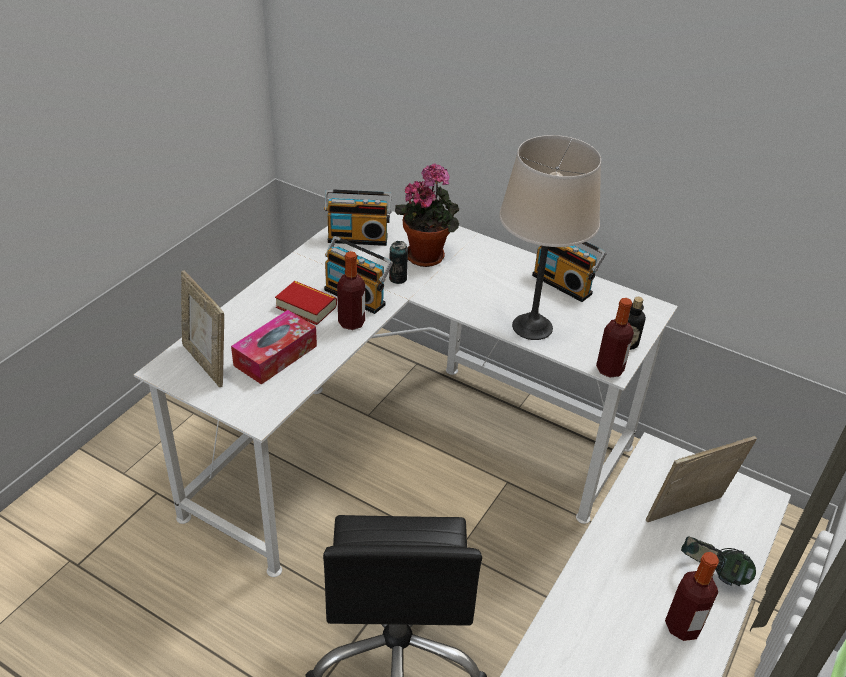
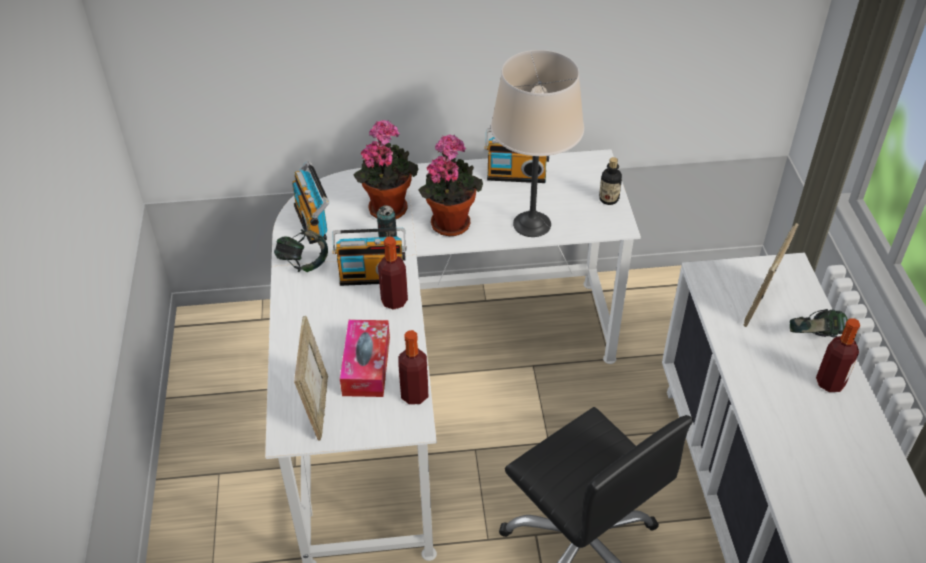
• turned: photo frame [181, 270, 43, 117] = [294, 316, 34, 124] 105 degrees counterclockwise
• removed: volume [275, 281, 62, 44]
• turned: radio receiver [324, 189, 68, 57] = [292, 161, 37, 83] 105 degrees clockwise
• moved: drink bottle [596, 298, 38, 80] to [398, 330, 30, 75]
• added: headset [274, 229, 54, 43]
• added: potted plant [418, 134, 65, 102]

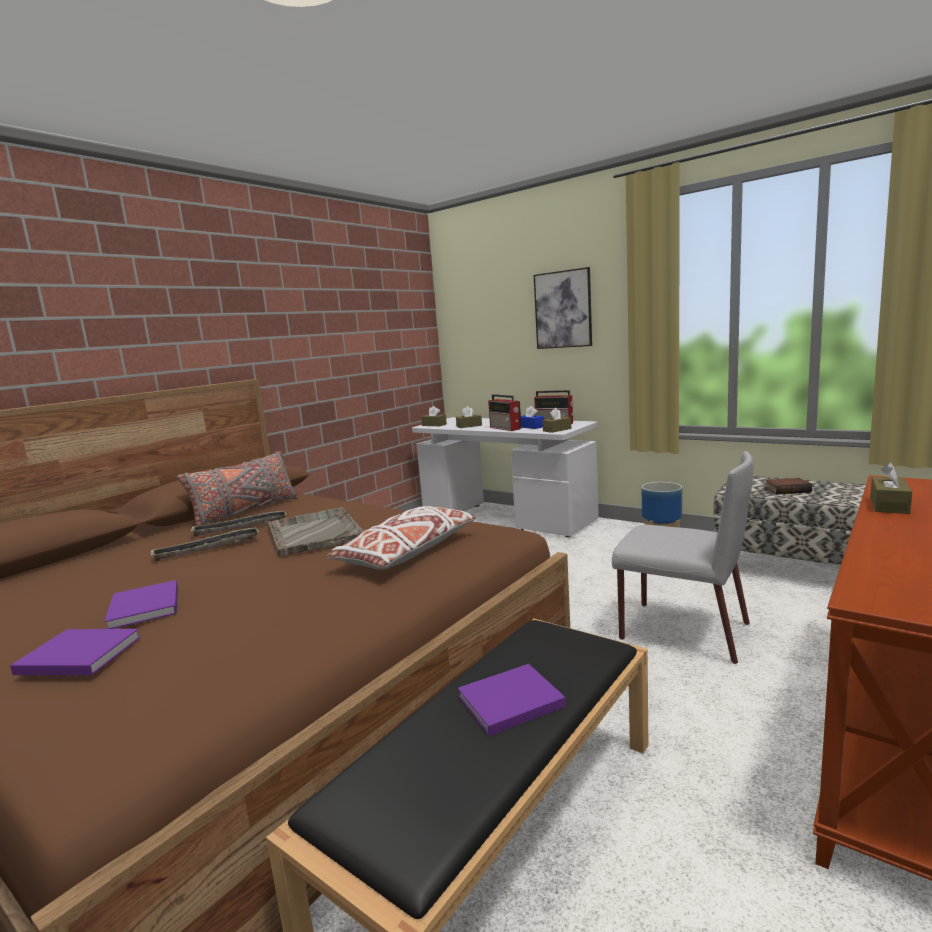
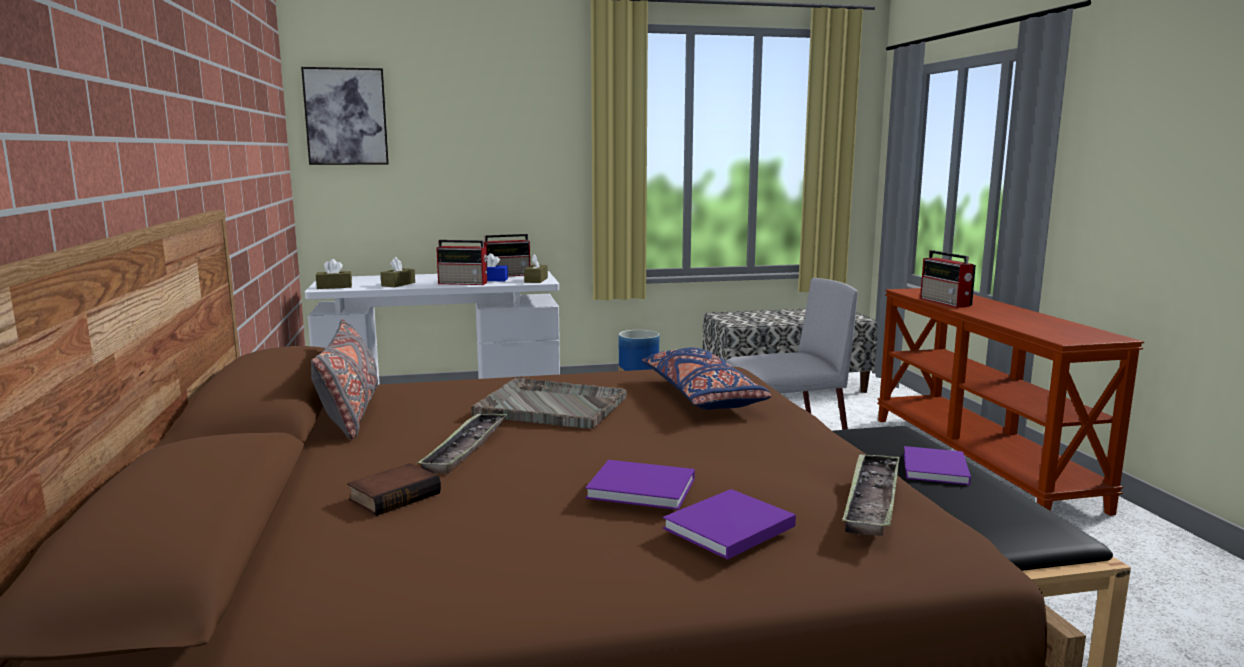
• moved: carrying tray [190, 511, 96, 26] to [842, 453, 58, 83]
• recoloured: white-coloured pillow [326, 506, 151, 64] to blue pillow [642, 348, 129, 62]
• moved: wall picture [534, 267, 58, 82] to [301, 67, 88, 98]
• moved: volume [765, 478, 47, 17] to [347, 463, 94, 53]
• replaced: brown-coloured tissue box [870, 462, 42, 52] to radio receiver [920, 250, 56, 58]

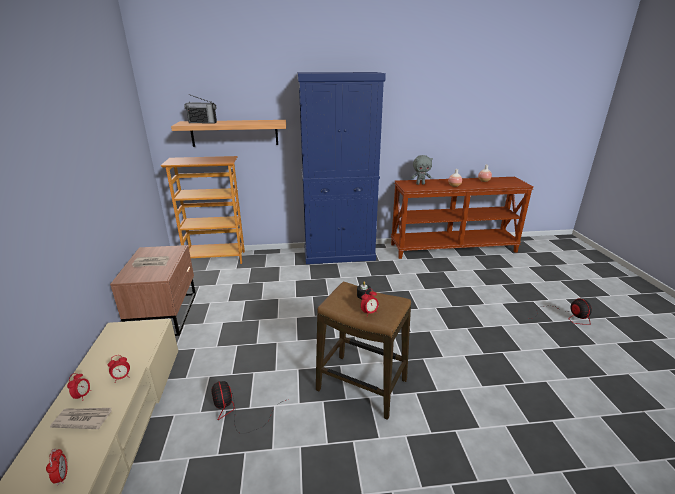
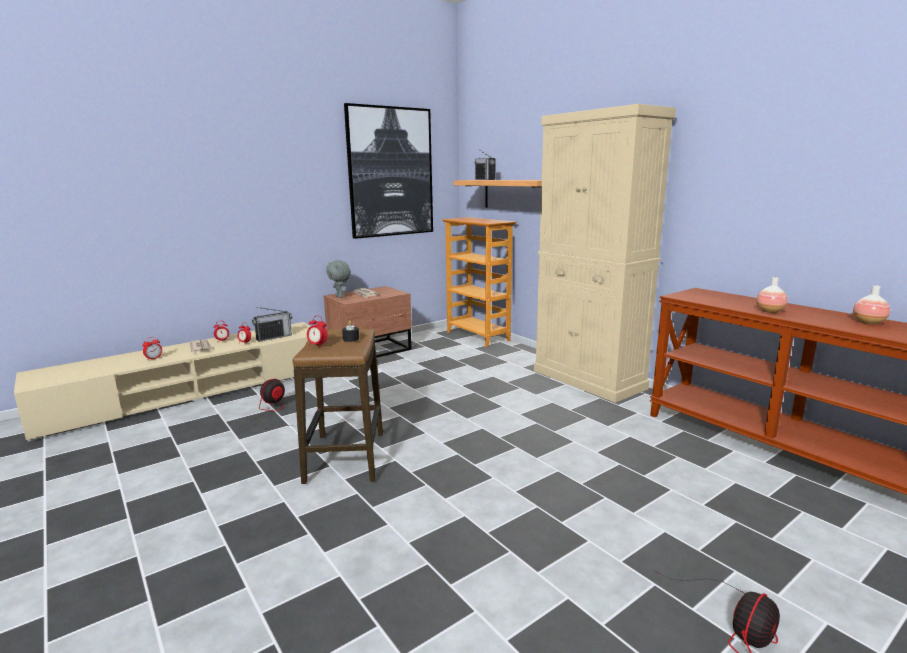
• recoloured: blue cupboard [297, 72, 89, 192] to sand-coloured cupboard [534, 104, 142, 299]
• moved: greyish plush toy [411, 155, 22, 30] to [326, 260, 25, 38]
• added: radio receiver [252, 307, 40, 35]
• added: wall picture [344, 103, 89, 136]

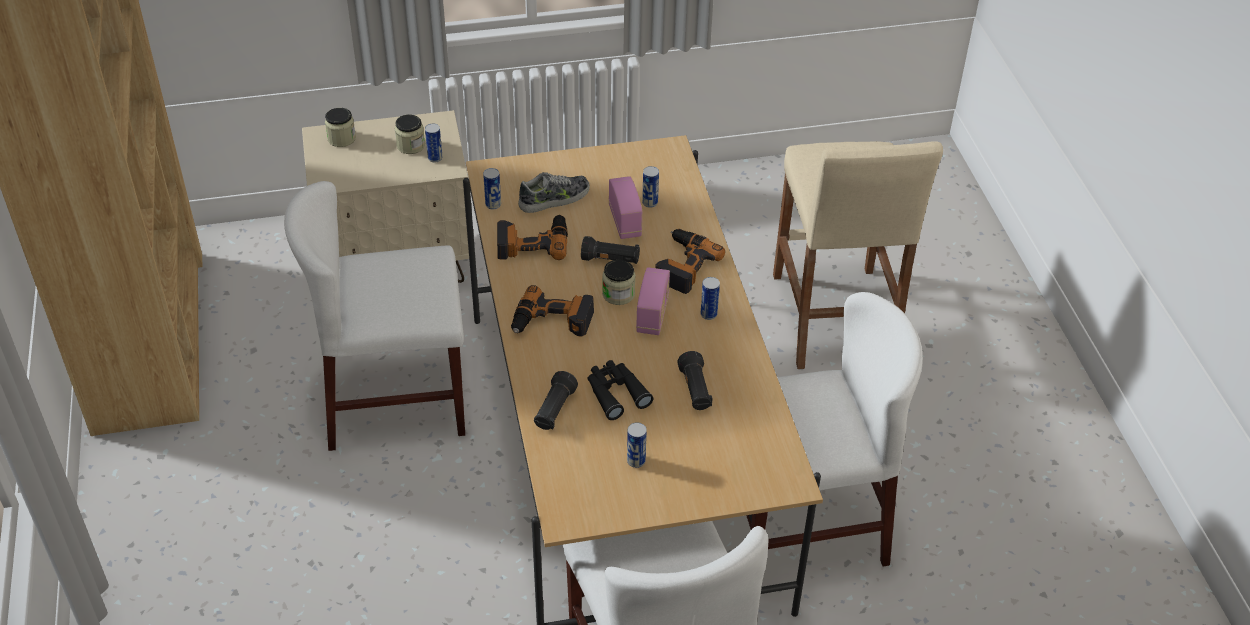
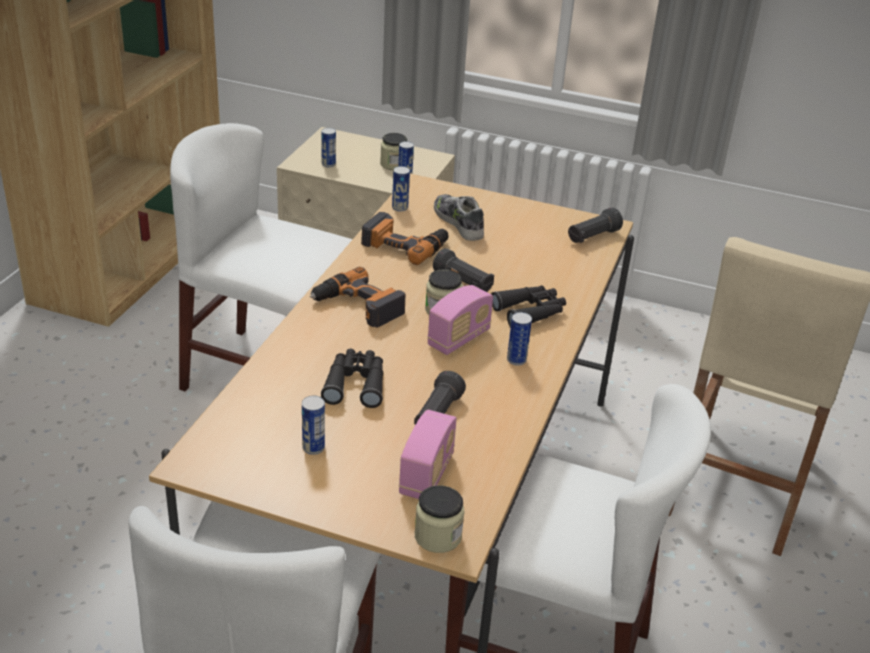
• moved: storage jar [325, 108, 31, 39] to [415, 485, 50, 68]
• turned: low shoe [518, 172, 72, 41] = [434, 194, 50, 47] 120 degrees counterclockwise
• moved: blackish torch [534, 371, 44, 59] to [568, 207, 55, 36]
• moved: radio receiver [608, 176, 34, 63] to [399, 410, 57, 89]
• moved: metal can [642, 166, 17, 42] to [322, 128, 14, 39]
• replaced: electric drill [655, 229, 70, 65] to blackish pair of binoculars [491, 285, 75, 43]

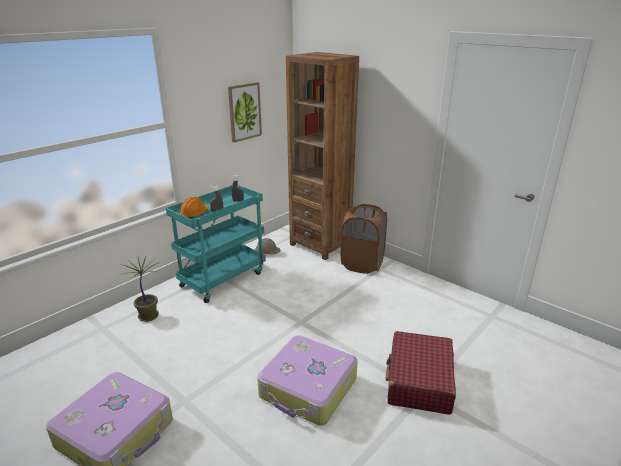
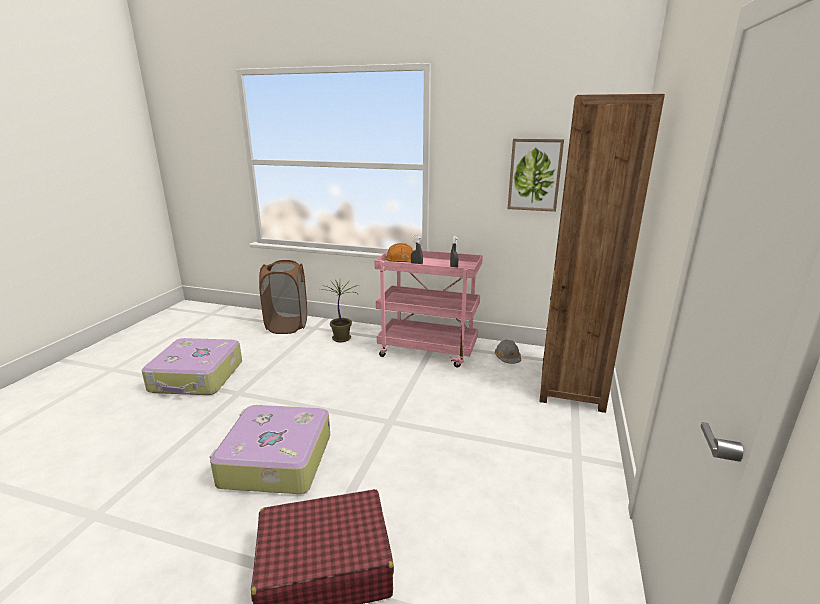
• recoloured: blue-green trolley [166, 185, 100, 118] to pink trolley [374, 250, 109, 118]
• moved: brown-coloured washing basket [341, 204, 46, 70] to [259, 260, 48, 74]

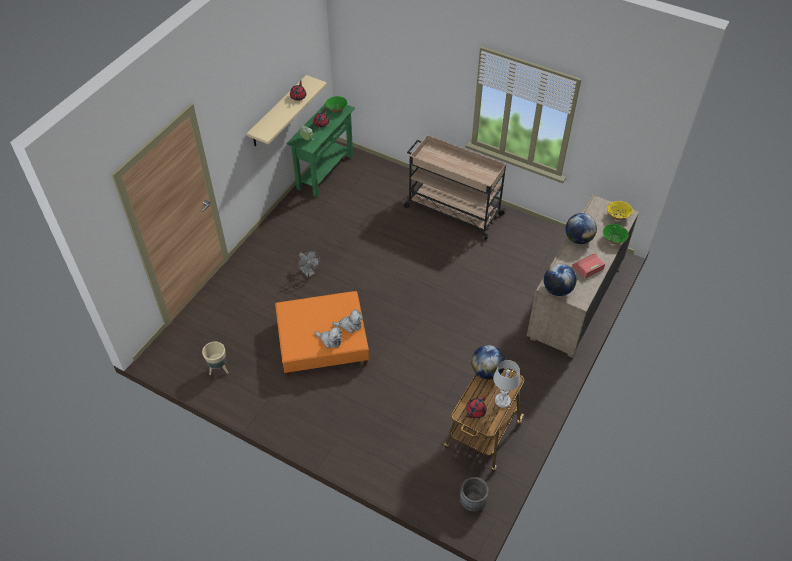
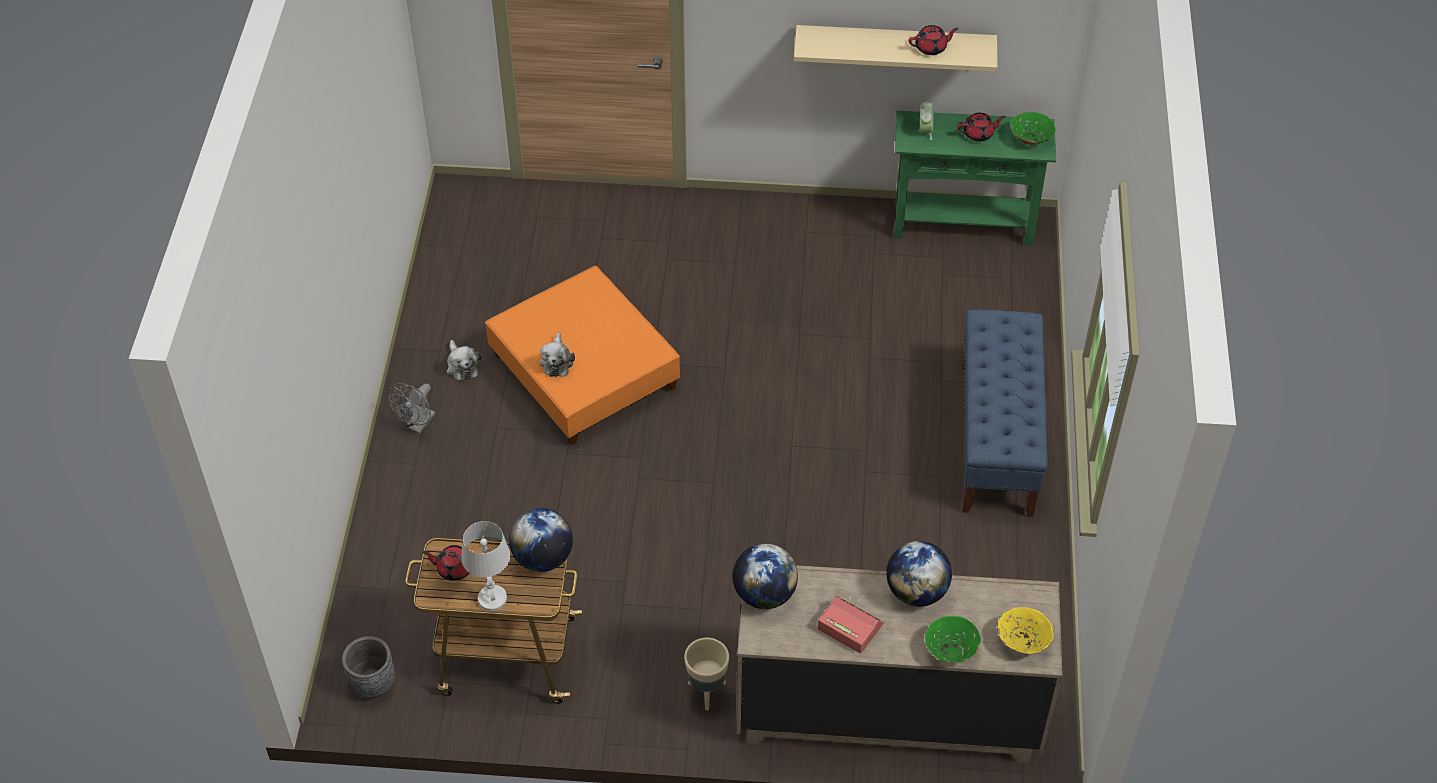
• moved: sand-coloured flower pot [202, 342, 27, 33] to [684, 638, 45, 73]
• moved: greyish fan [298, 251, 22, 27] to [388, 383, 47, 51]
• moved: plush toy [332, 309, 31, 24] to [447, 340, 34, 41]
• replaced: sand-coloured trolley [404, 135, 102, 105] to blue indoor bench [962, 310, 86, 207]

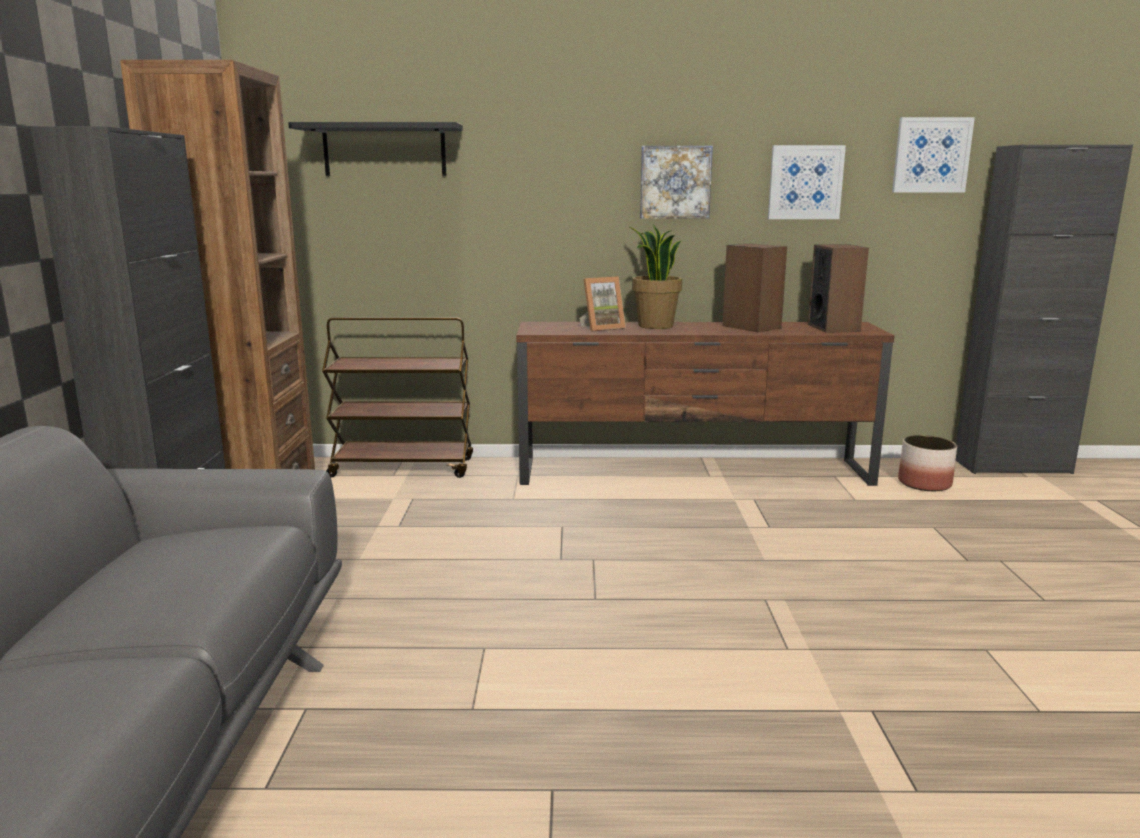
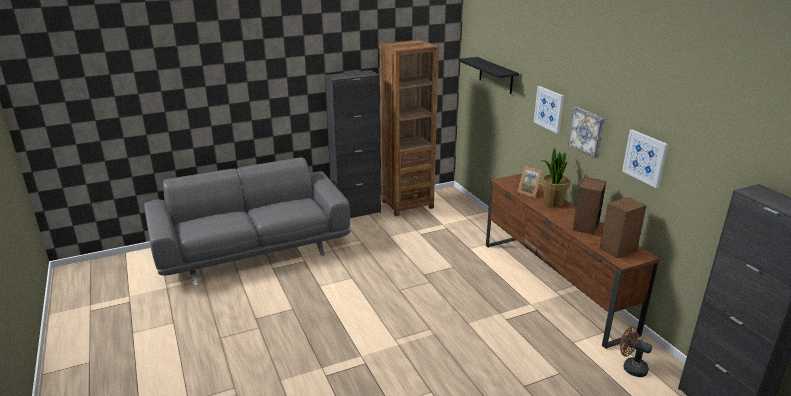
• removed: brown-coloured trolley [322, 317, 151, 161]
• moved: wall picture [892, 117, 83, 76] to [534, 86, 30, 47]
• replaced: flower pot [898, 435, 59, 56] to brown-coloured fan [620, 326, 32, 51]

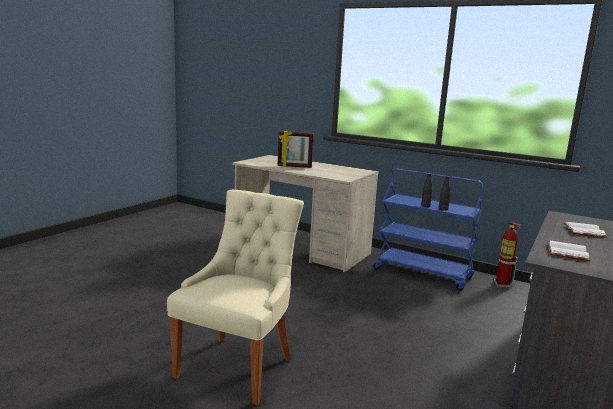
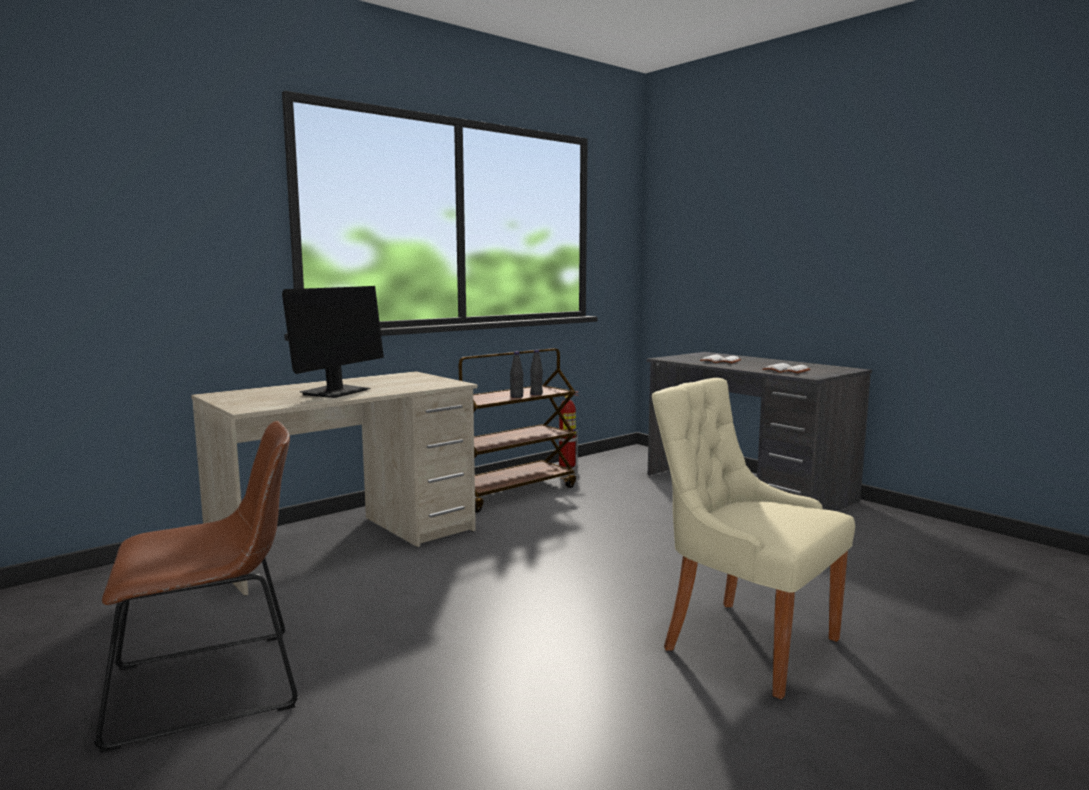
• replaced: photo frame [277, 131, 37, 37] to monitor [282, 286, 102, 112]
• recoloured: blue trolley [373, 168, 110, 123] to brown-coloured trolley [459, 348, 117, 165]
• added: brown-coloured chair [94, 421, 205, 332]

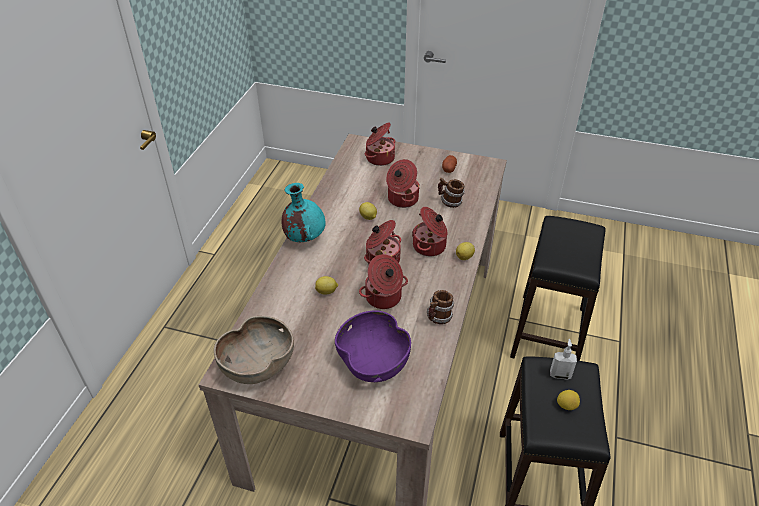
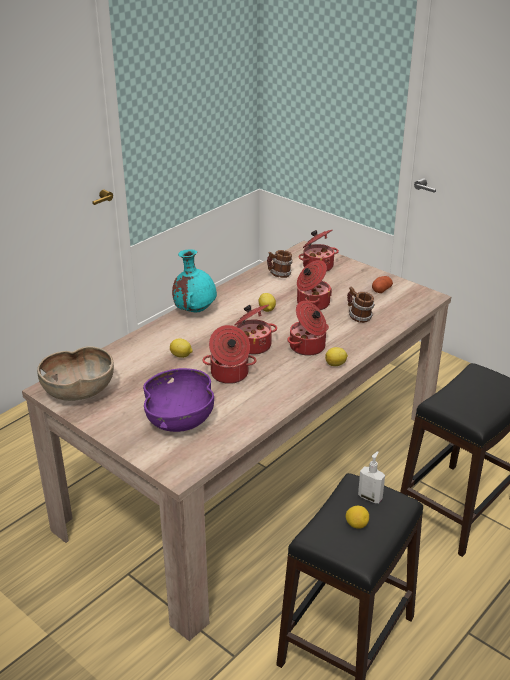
• moved: mug [427, 290, 27, 34] to [267, 250, 25, 28]

